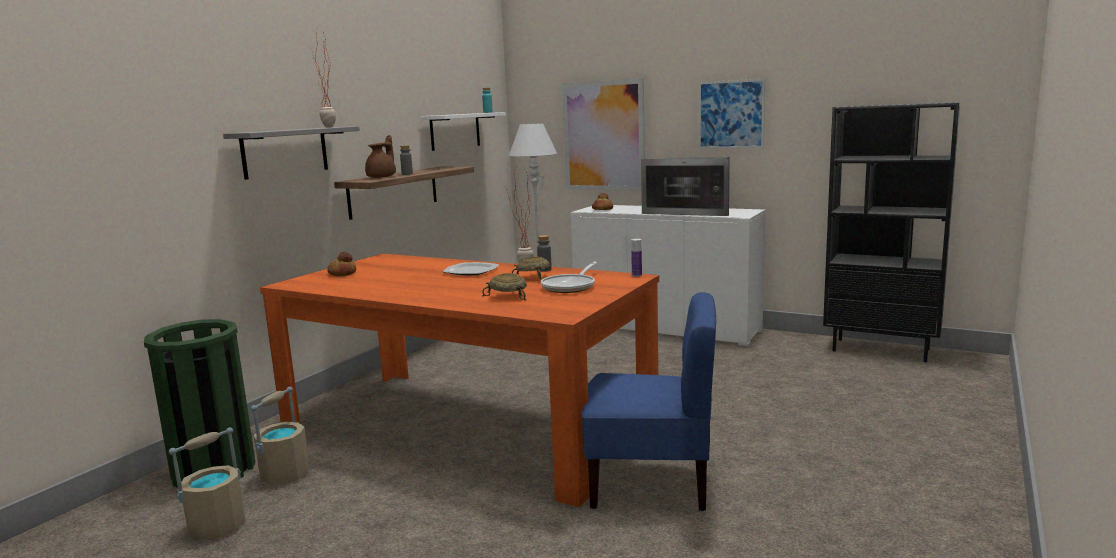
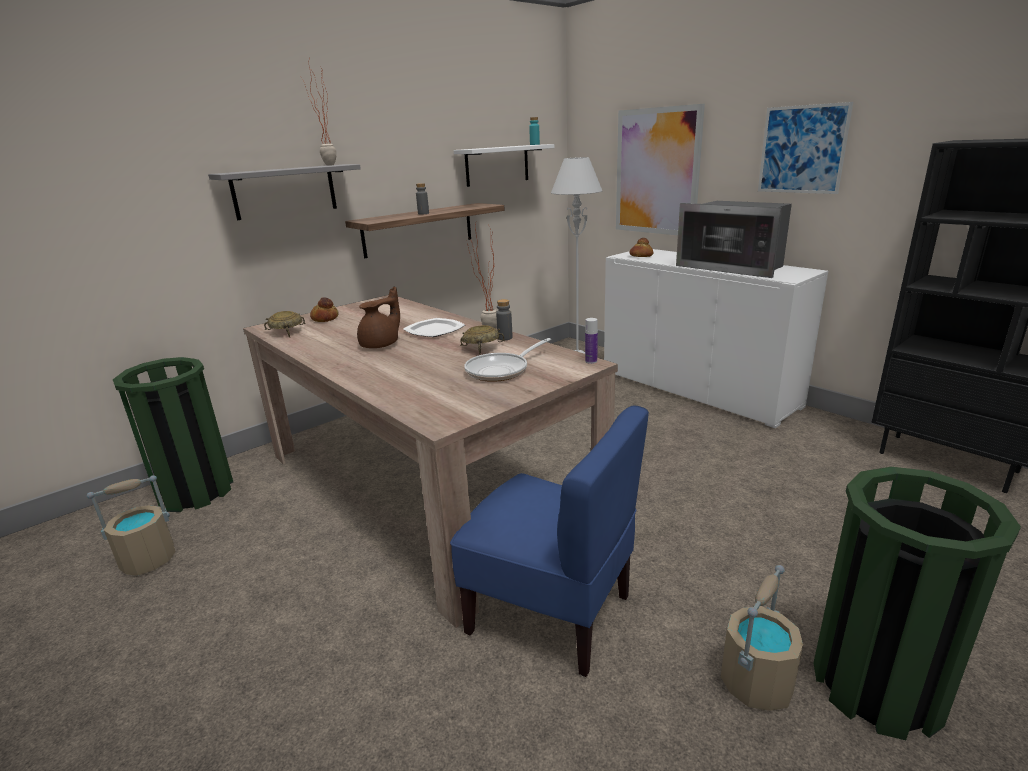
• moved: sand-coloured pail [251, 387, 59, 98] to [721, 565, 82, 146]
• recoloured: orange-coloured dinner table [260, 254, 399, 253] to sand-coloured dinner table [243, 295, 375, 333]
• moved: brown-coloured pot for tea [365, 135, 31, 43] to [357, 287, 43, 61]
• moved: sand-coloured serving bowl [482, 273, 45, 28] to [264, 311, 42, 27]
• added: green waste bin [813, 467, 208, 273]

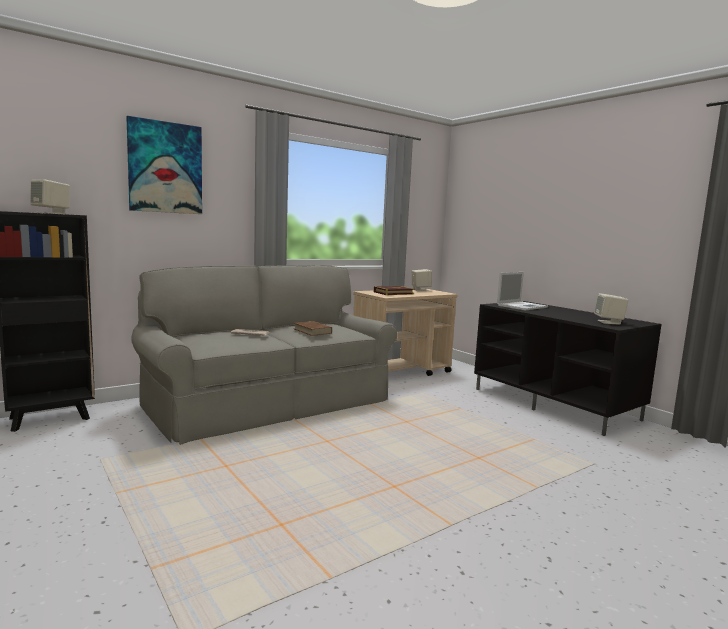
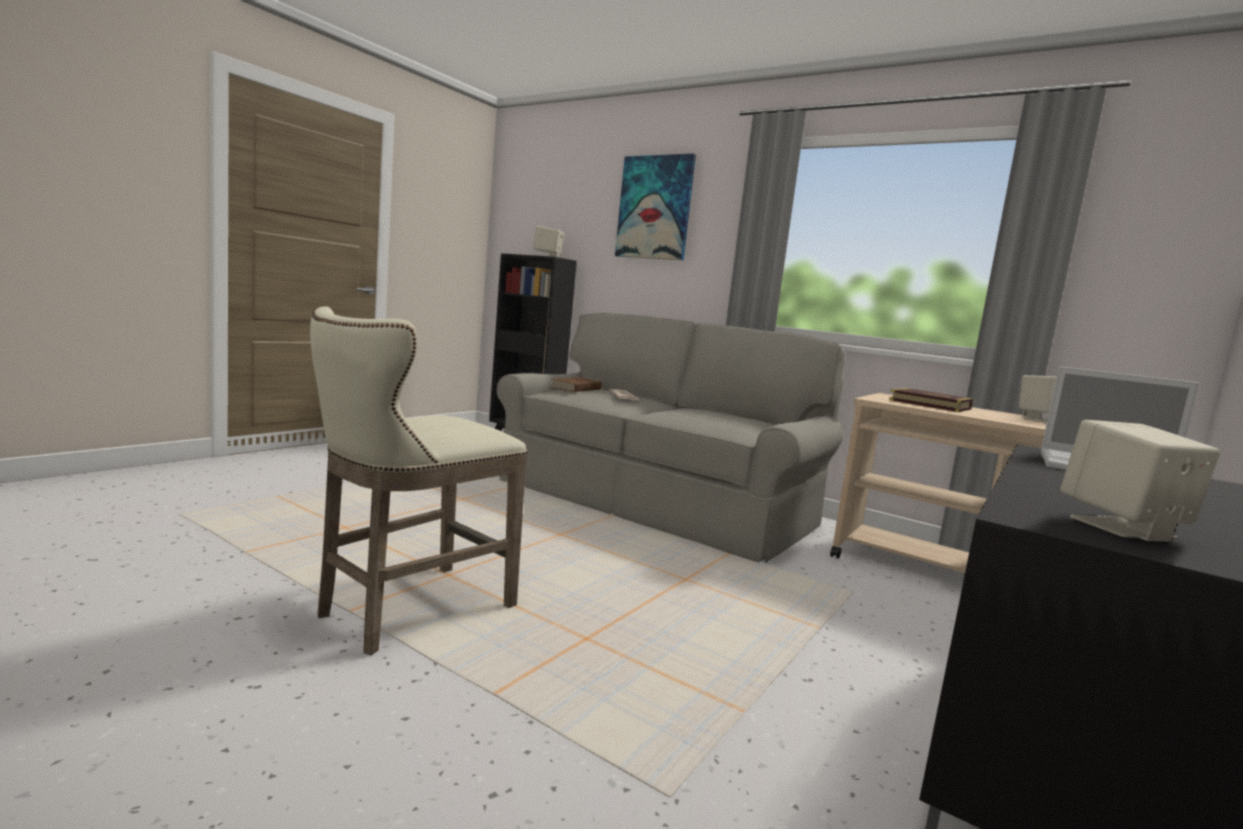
• moved: brown-coloured volume [295, 321, 37, 15] to [551, 377, 51, 15]
• added: sand-coloured stool [310, 306, 217, 349]

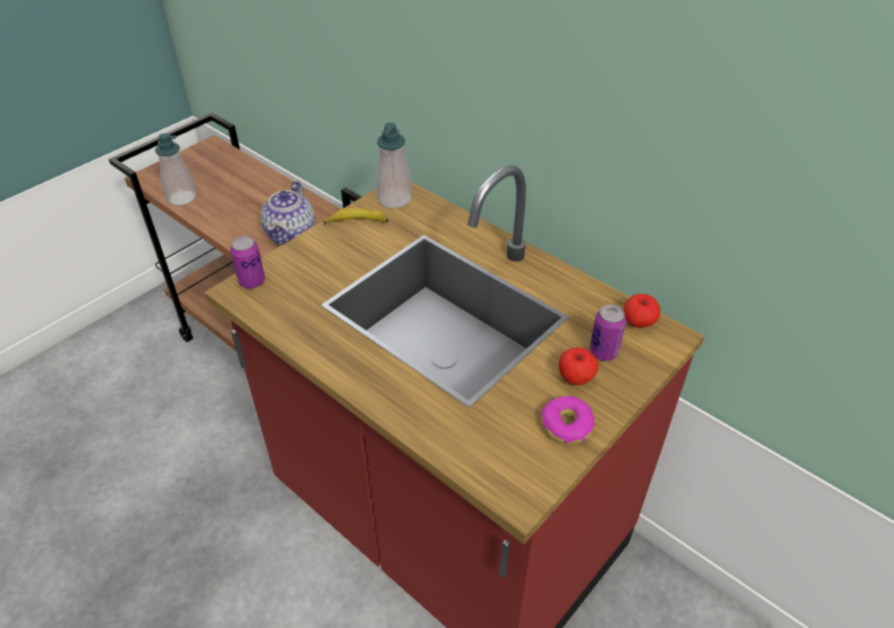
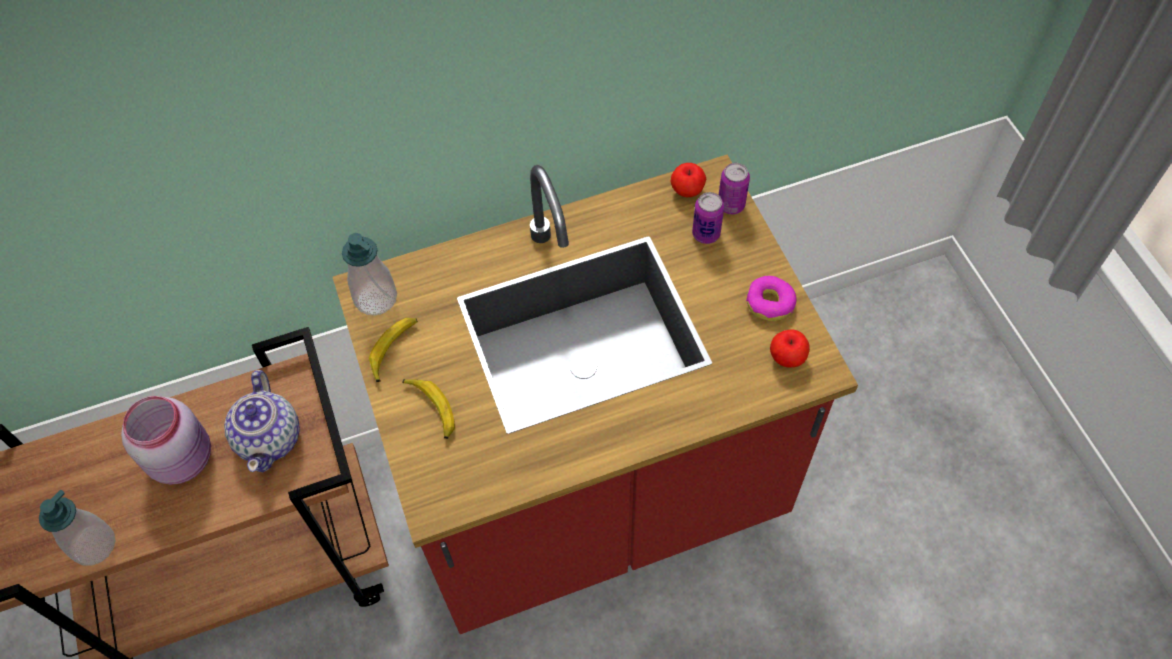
• moved: metal can [230, 236, 35, 53] to [719, 163, 31, 51]
• turned: pot for tea [261, 181, 54, 65] = [224, 370, 76, 102] 45 degrees clockwise
• moved: whole apple [558, 348, 41, 37] to [770, 330, 40, 38]
• added: pink storage jar [121, 396, 90, 88]
• added: banana [403, 379, 52, 60]

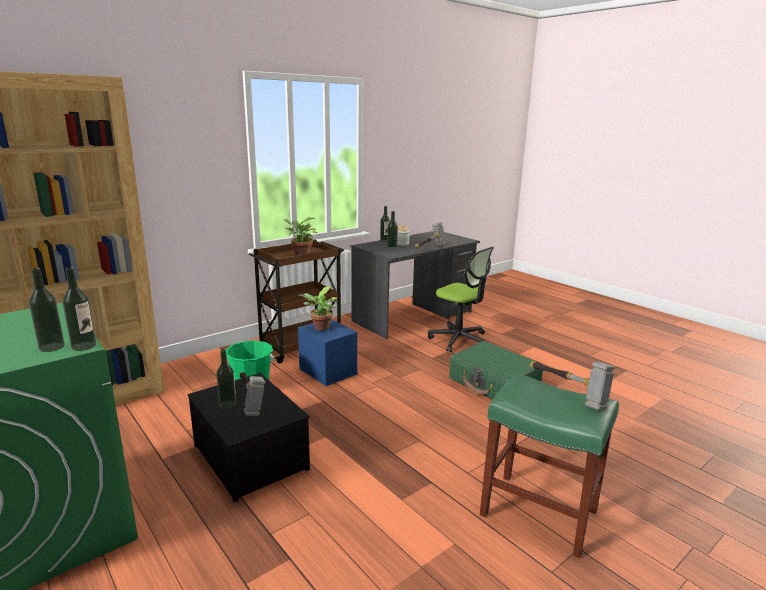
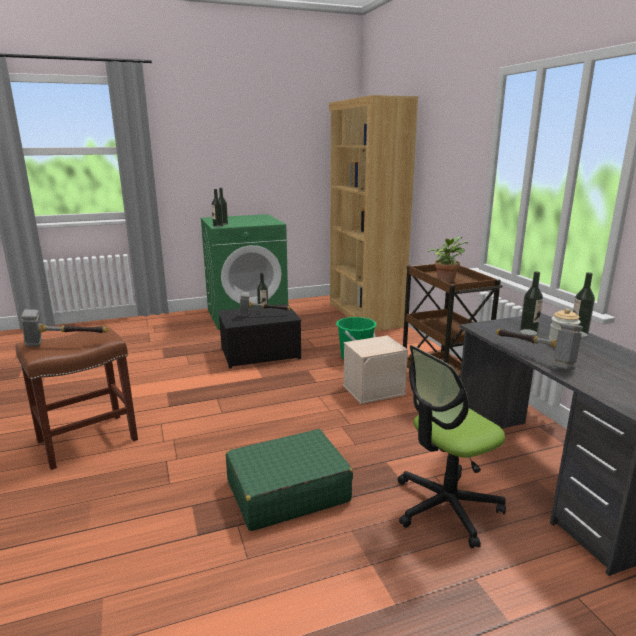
• removed: potted plant [297, 287, 41, 44]
• recoloured: blue storage bin [298, 319, 60, 67] to sand-coloured storage bin [343, 335, 65, 69]
• recoloured: green stool [480, 373, 139, 185] to brown-coloured stool [15, 325, 123, 145]

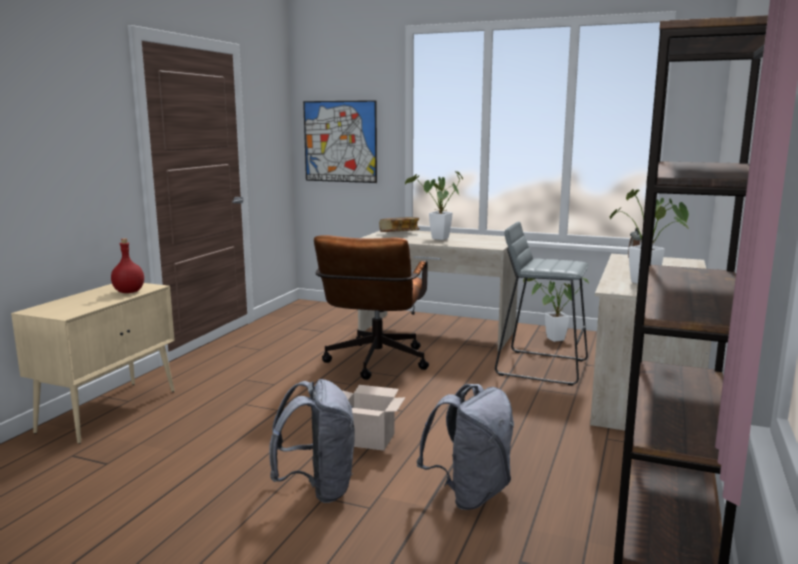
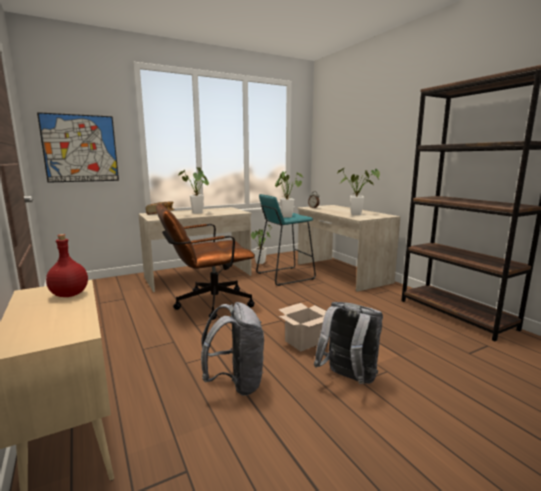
• turned: brown-coloured desk chair [314, 235, 115, 145] = [156, 204, 99, 116] 105 degrees clockwise
• moved: greyish knapsack [416, 384, 98, 126] to [201, 302, 63, 94]
• recoloured: greyish stool [495, 222, 94, 164] to blue-green stool [256, 194, 60, 92]
• added: potted plant [275, 171, 28, 46]

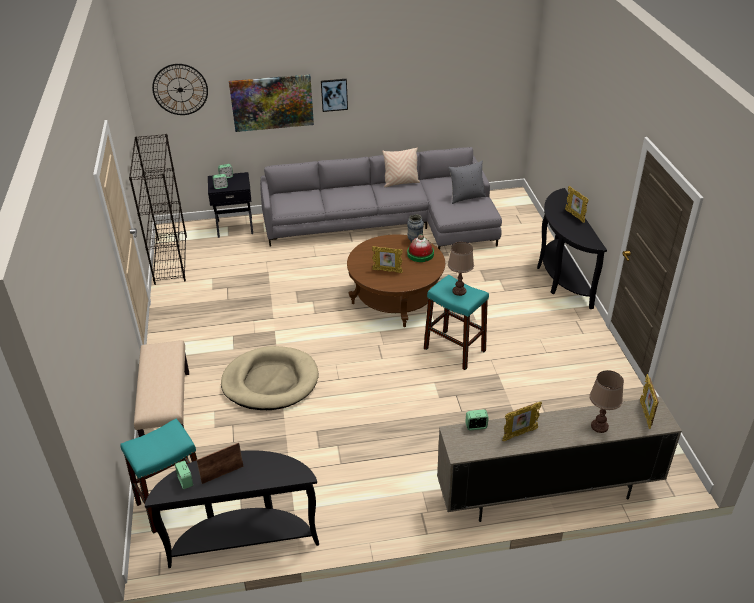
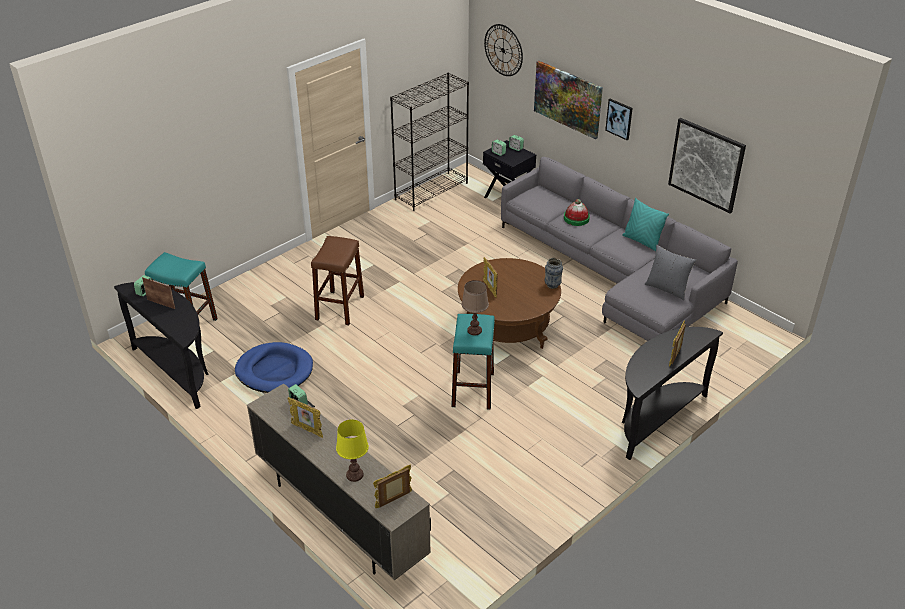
• removed: sand-coloured indoor bench [134, 340, 55, 97]
• replaced: sand-coloured pet bed [221, 346, 98, 64] to brown-coloured stool [311, 236, 53, 89]
• recoloured: sand-coloured pillow [382, 147, 38, 40] to blue-green pillow [622, 198, 47, 53]
• moved: hat [407, 234, 27, 28] to [564, 199, 26, 27]
• recoloured: brown-coloured tabletop lamp [589, 370, 35, 63] to yellow-coloured tabletop lamp [336, 419, 33, 63]
• added: blue pet bed [235, 342, 78, 51]
• added: wall picture [668, 118, 78, 95]

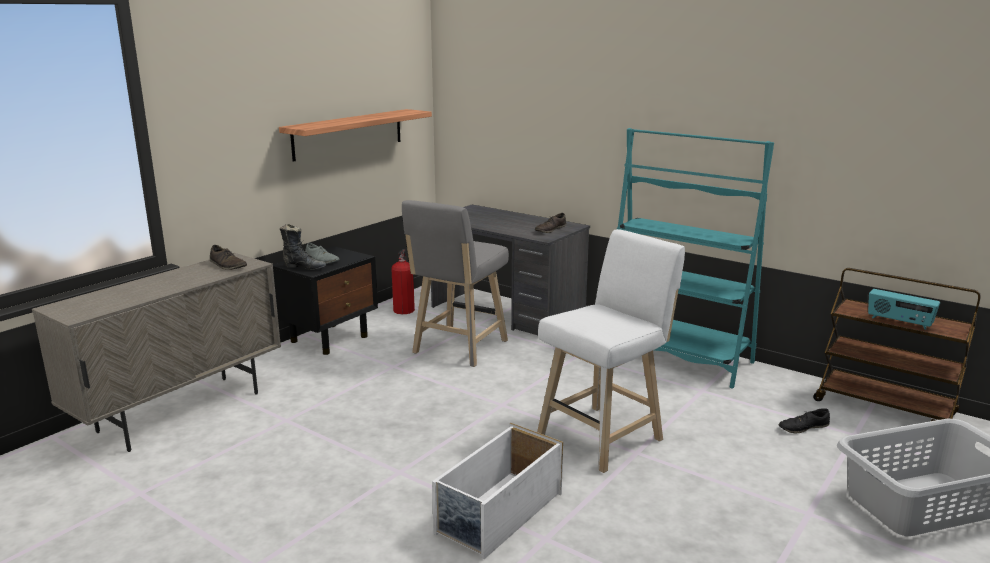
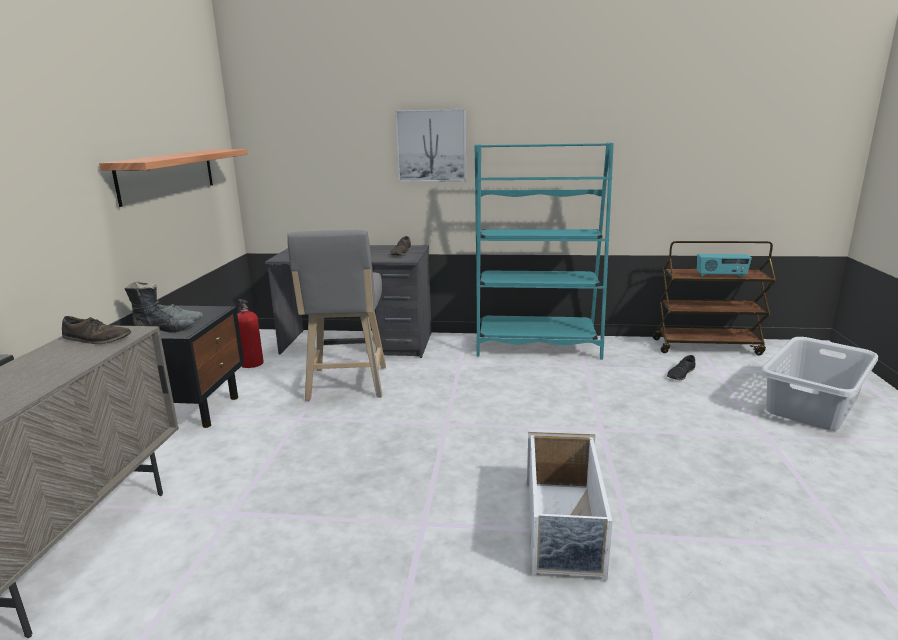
• removed: white-coloured stool [537, 229, 148, 244]
• added: wall picture [395, 109, 71, 73]

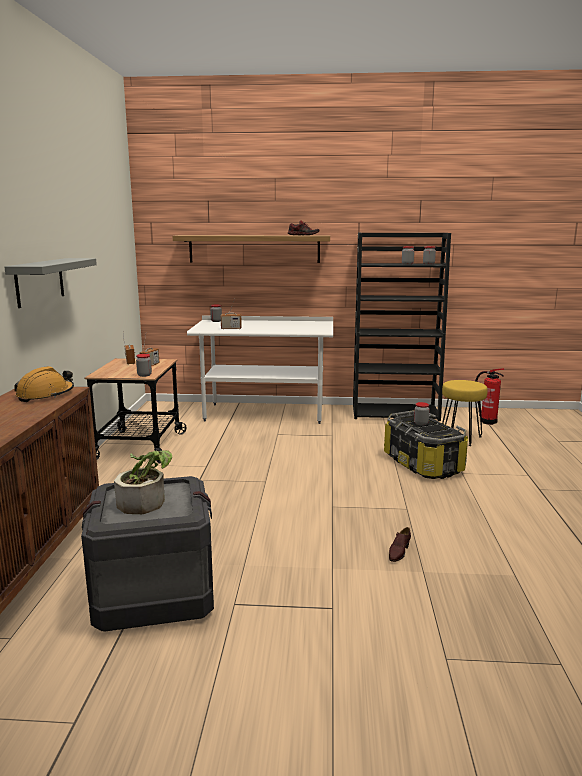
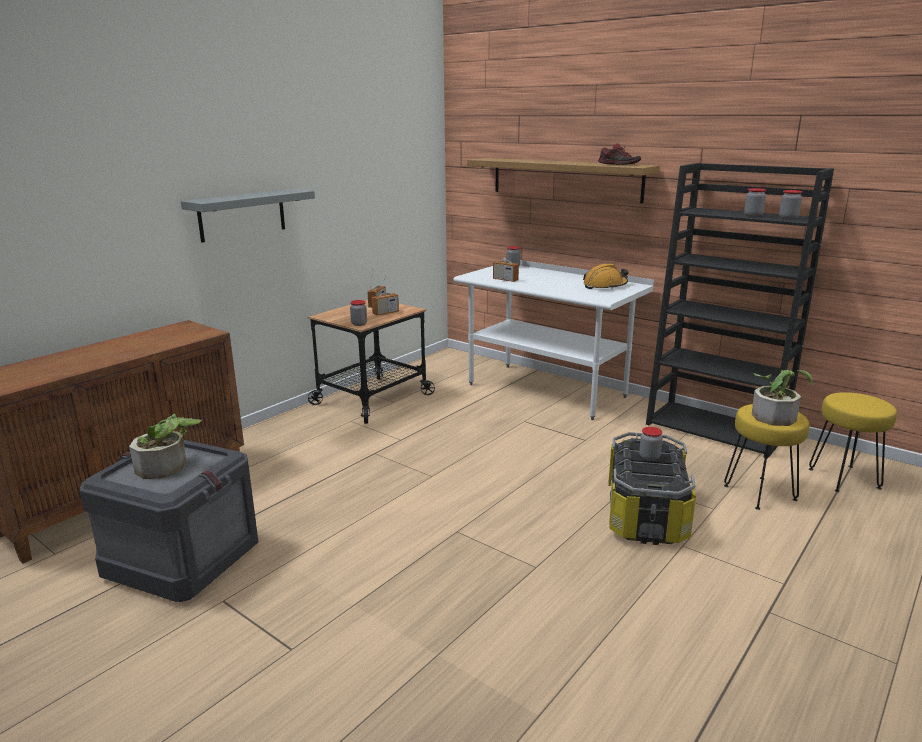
• moved: orange-coloured hard hat [15, 366, 59, 36] to [583, 263, 46, 26]
• removed: brown-coloured low shoe [389, 527, 22, 35]
• replaced: fire extinguisher [475, 368, 29, 57] to yellow-coloured stool [809, 392, 88, 100]
• added: potted plant [752, 370, 61, 56]

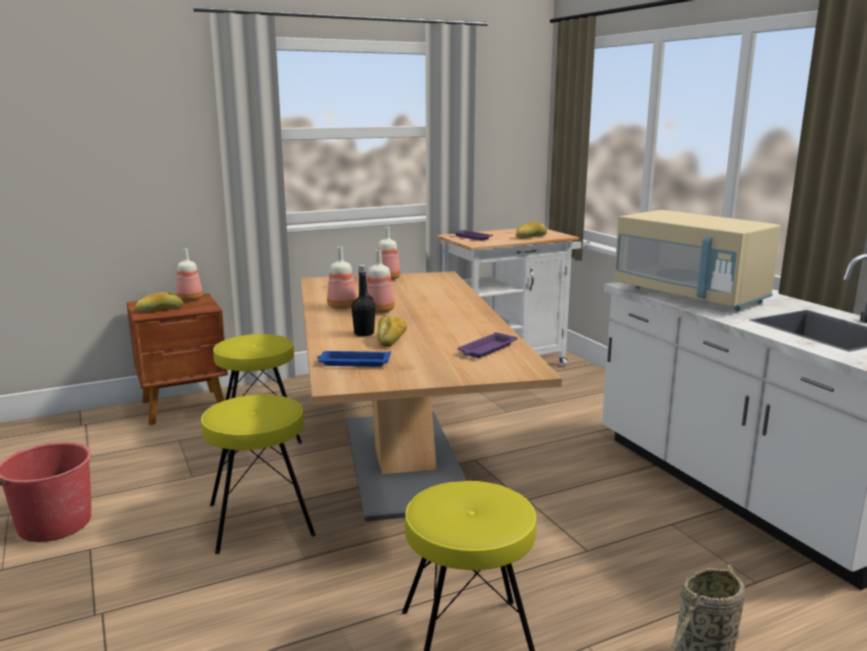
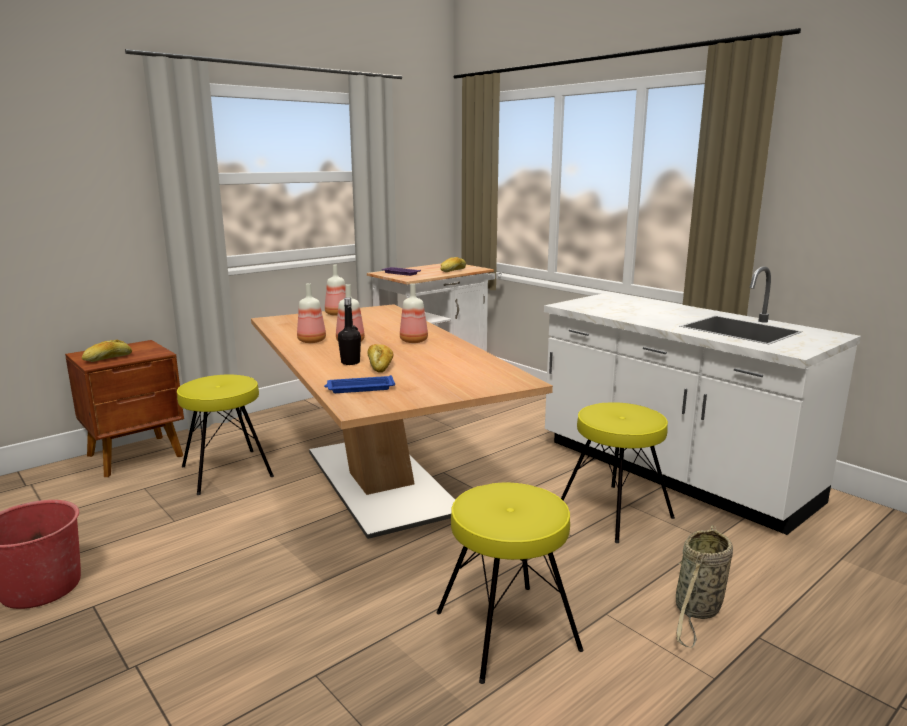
• moved: drink bottle [176, 248, 27, 53] to [400, 283, 28, 60]
• moved: yellow-coloured stool [201, 394, 115, 160] to [561, 402, 114, 141]
• removed: purple carrying tray [457, 332, 60, 26]
• removed: sand-coloured microwave [614, 210, 167, 101]

